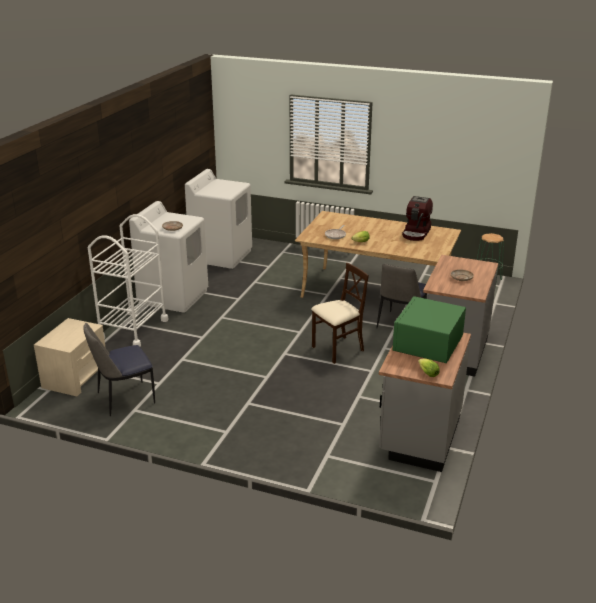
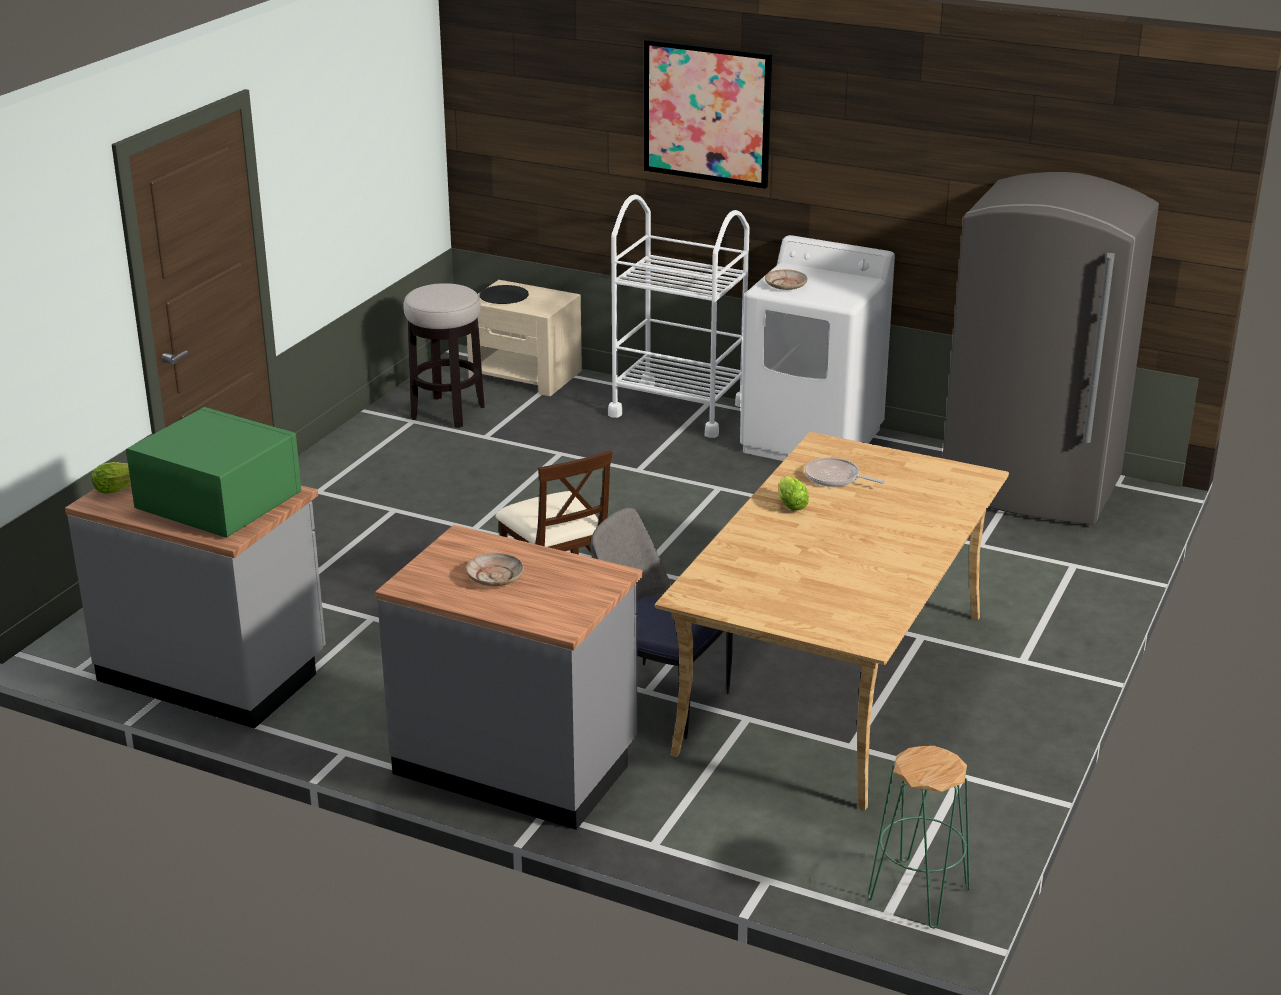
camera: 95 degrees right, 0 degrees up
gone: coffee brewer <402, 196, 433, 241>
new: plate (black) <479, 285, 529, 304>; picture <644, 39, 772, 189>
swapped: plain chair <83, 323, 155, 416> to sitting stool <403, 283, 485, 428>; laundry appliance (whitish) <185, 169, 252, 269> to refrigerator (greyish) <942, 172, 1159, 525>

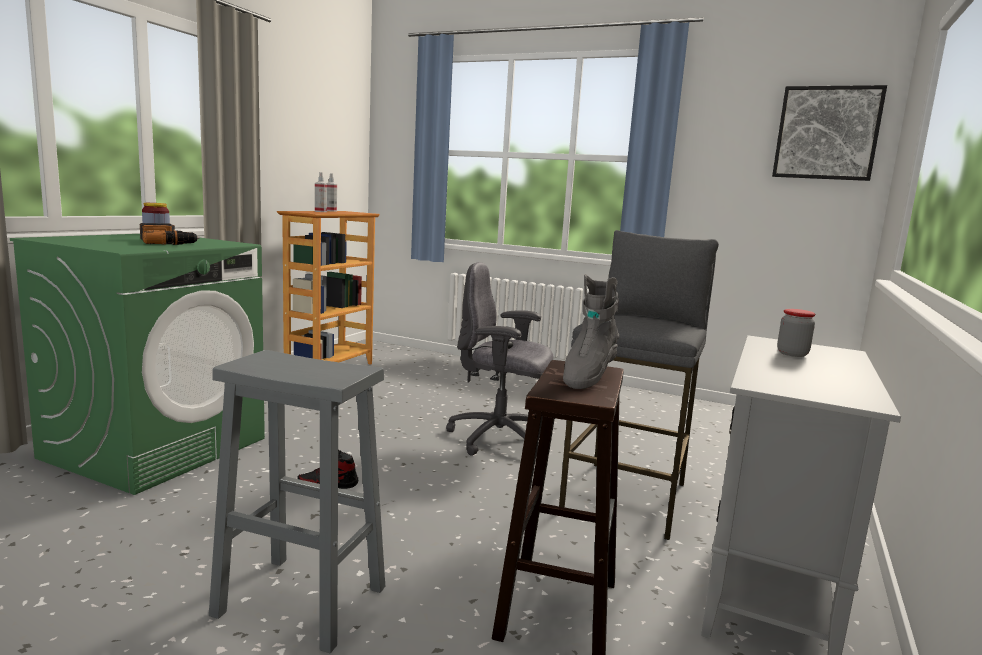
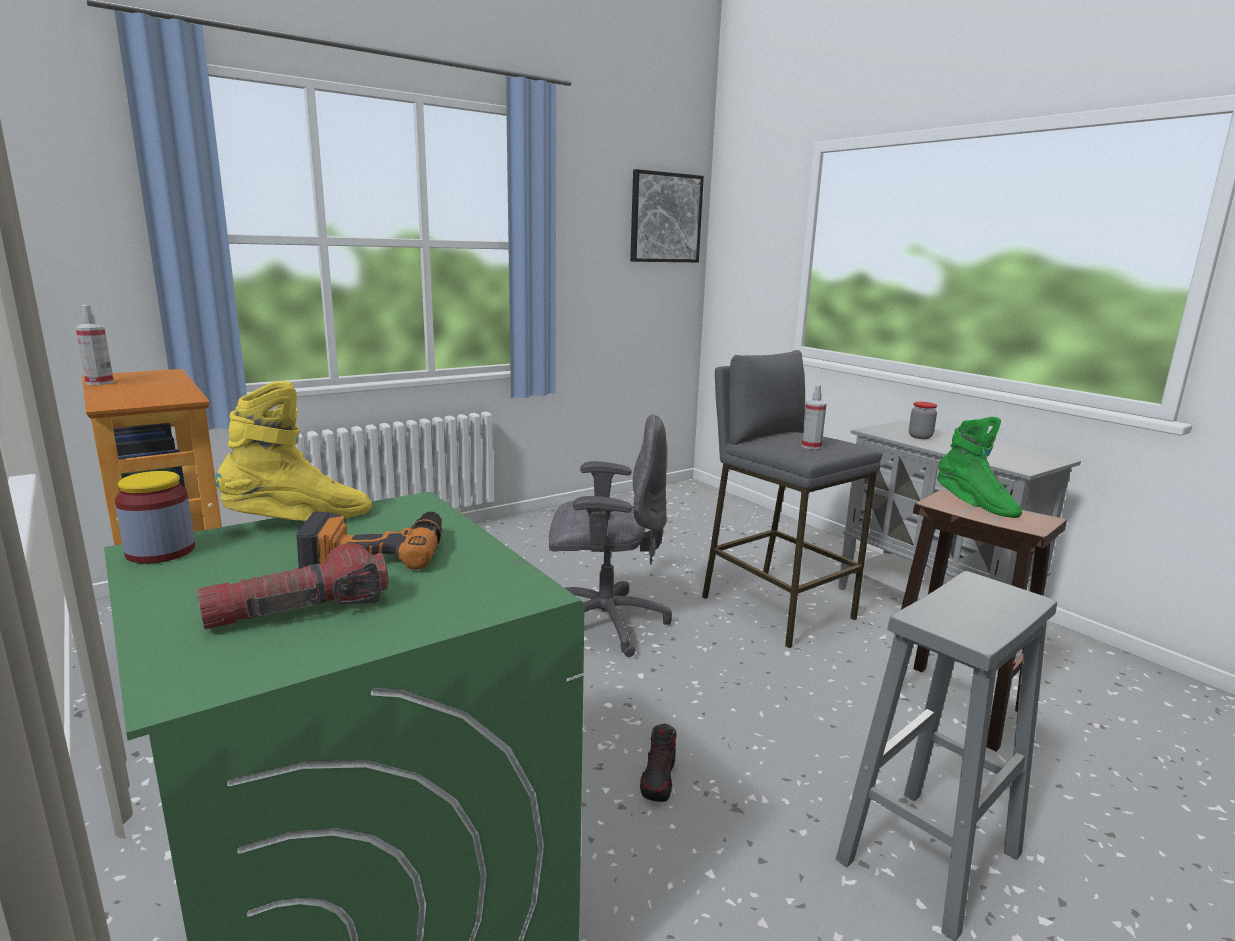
camera: 60 degrees left, 5 degrees up
new: hand torch <197, 543, 388, 629>; high-top boot (yellow) <215, 381, 372, 521>
shifted: hand sprayer <315, 172, 327, 212> to <802, 385, 827, 450>
repainted: high-top boot (greyish) <563, 274, 619, 389> to high-top boot (green) <937, 417, 1022, 518>
rotated: computer chair (greyish) <446, 262, 553, 457> = <549, 414, 672, 657> 135 degrees counterclockwise

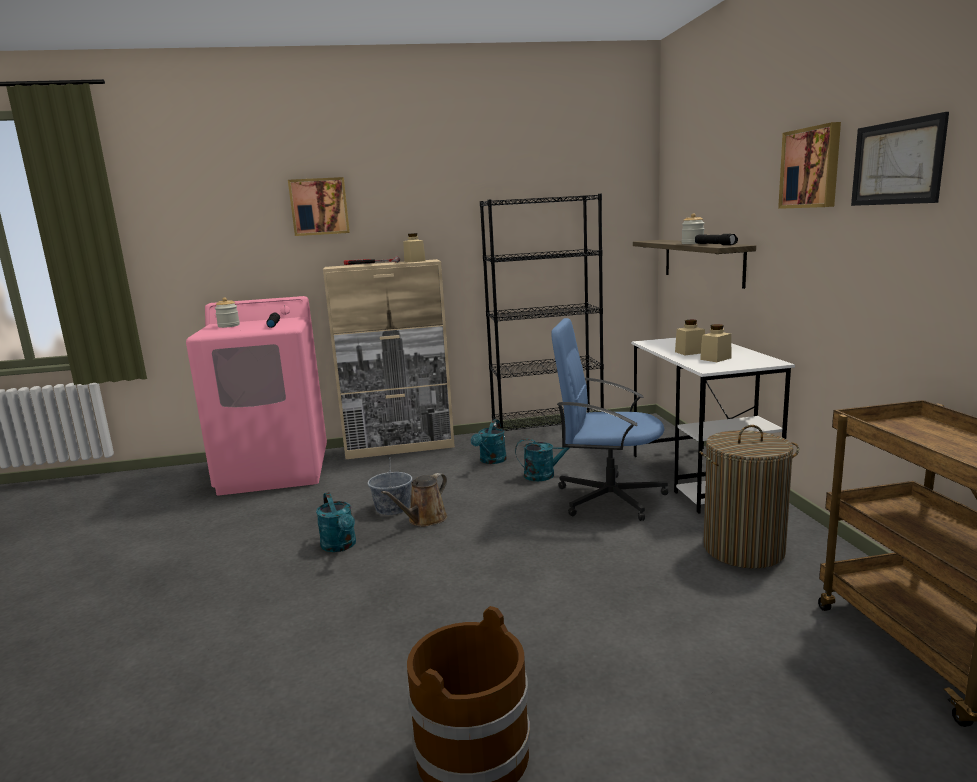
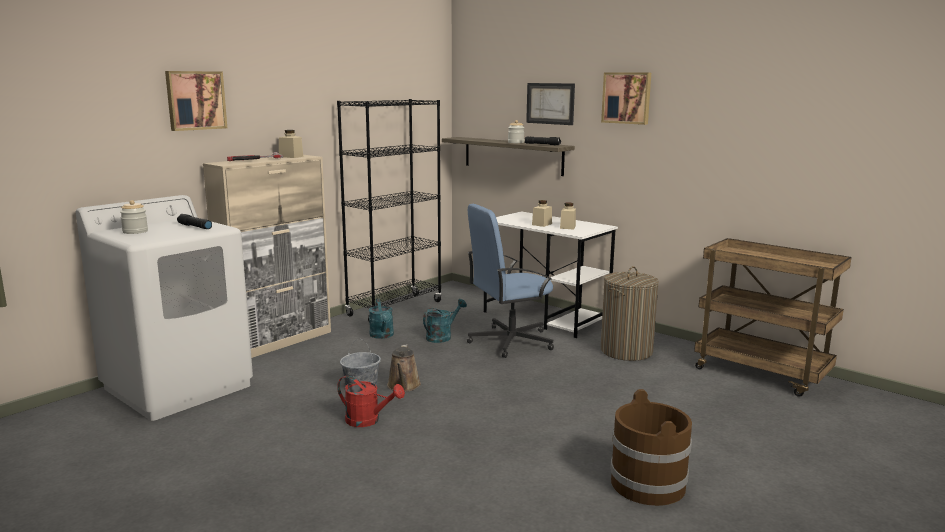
camera: 40 degrees left, 0 degrees up
shifted: picture <851, 112, 949, 206> to <526, 83, 575, 125>
repainted: laundry appliance (pinkish) <186, 296, 327, 496> to laundry appliance (whitish) <76, 195, 253, 421>; sprinkling can (turquoise-coloured) <316, 492, 356, 552> to sprinkling can (reddish) <337, 375, 405, 427>

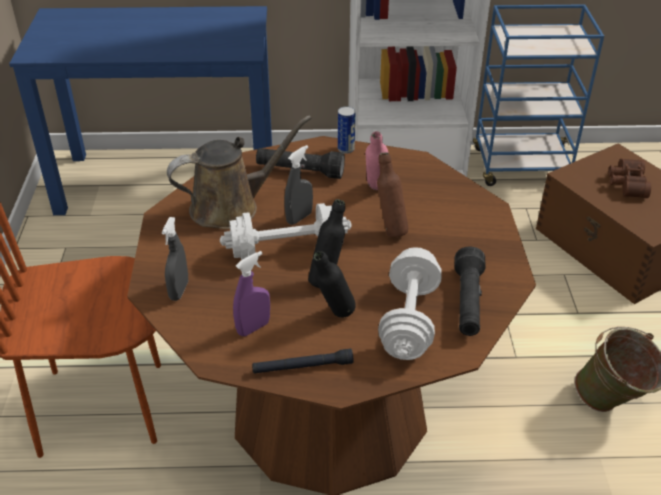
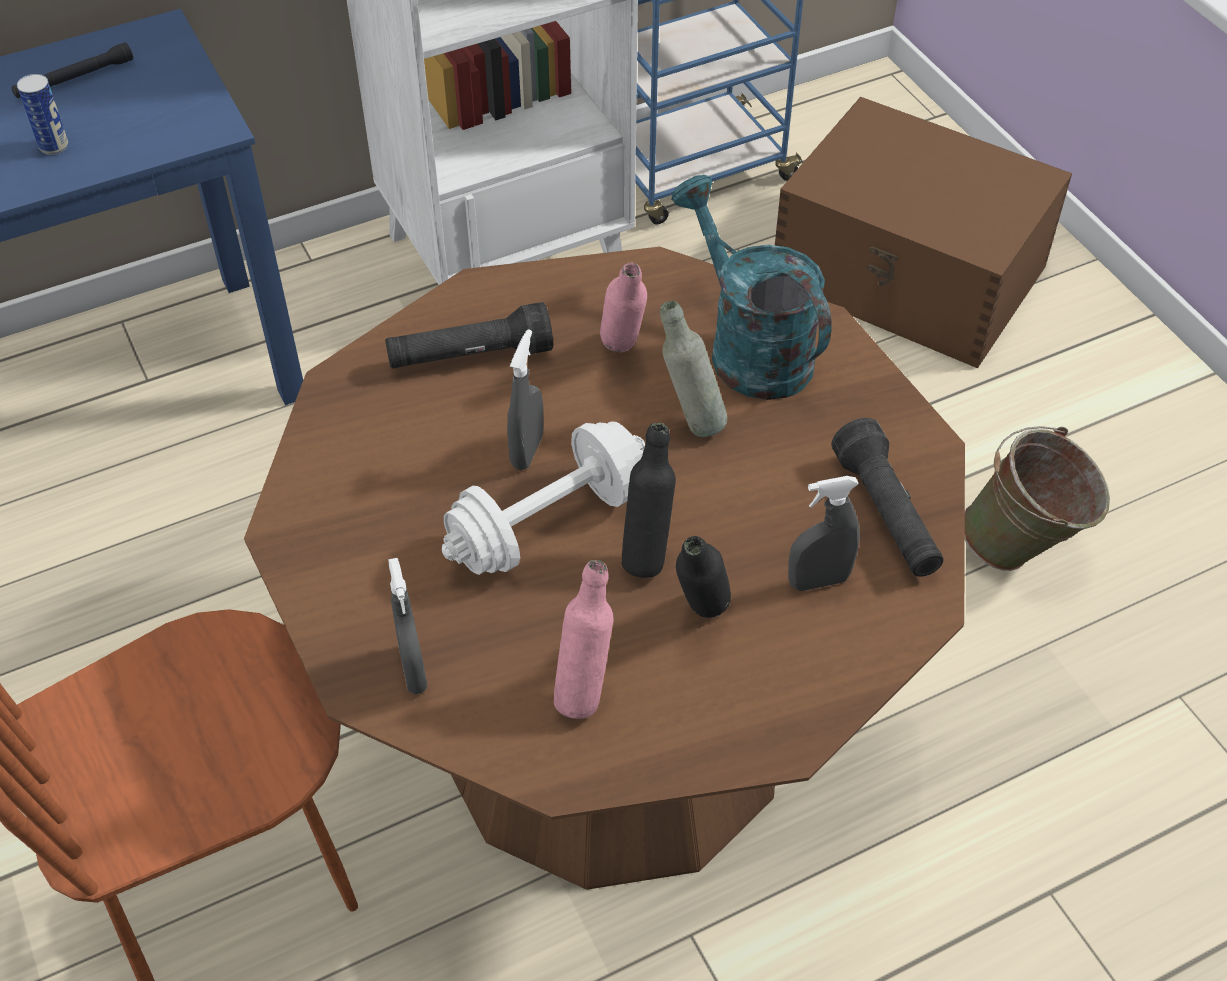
camera: 25 degrees left, 10 degrees up
gone: sprinkling can (brown) <167, 115, 312, 229>; binoculars (brown) <608, 158, 651, 198>
new: sprinkling can (turquoise-coloured) <671, 175, 832, 400>
shifted: hand torch (black) <252, 349, 354, 374> to <12, 42, 133, 98>; can <338, 106, 355, 154> to <17, 74, 68, 155>
swapped: hand sprayer (purplish) <233, 251, 270, 336> to drink bottle (pinkish) <554, 560, 613, 719>; dumbbell (whitish) <378, 247, 442, 360> to hand sprayer (greyish) <788, 476, 860, 591>
repainted: drink bottle (brown) <377, 153, 408, 237> to drink bottle (greyish) <660, 301, 727, 437>

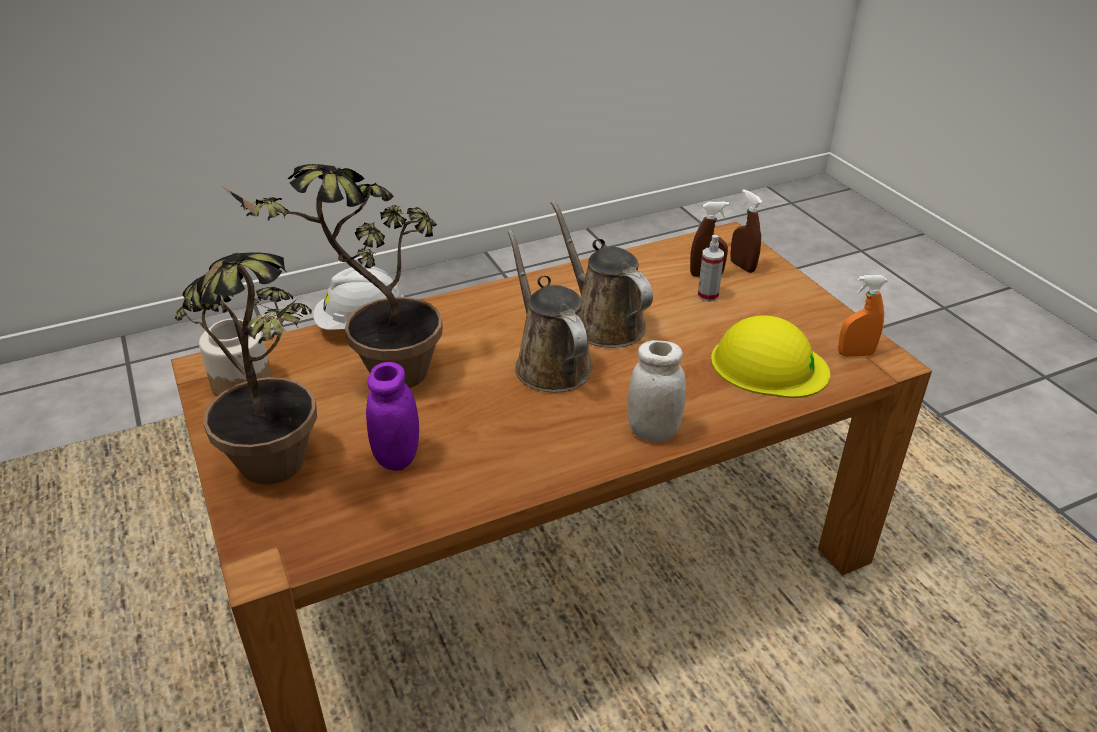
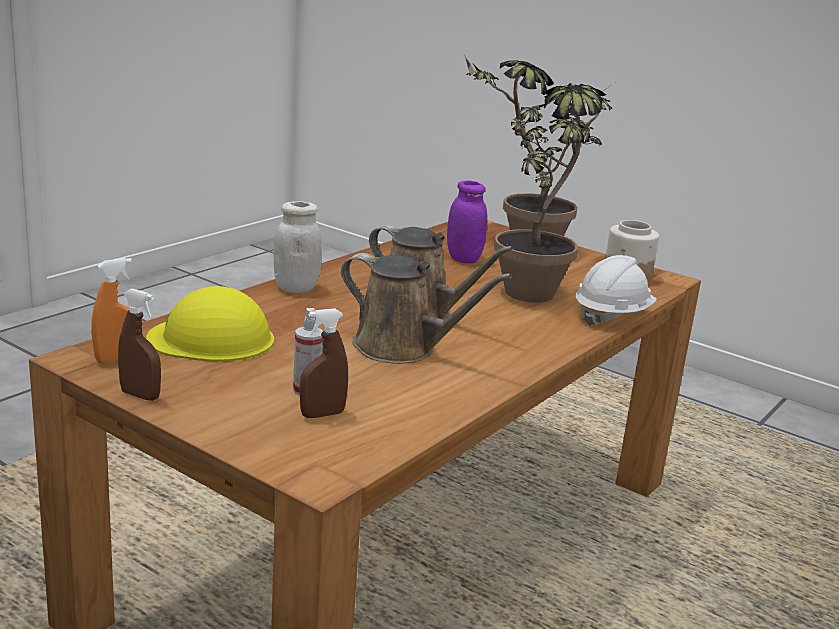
camera: 150 degrees right, 15 degrees down
shifted: hand sprayer (brown) <730, 189, 762, 273> to <118, 289, 161, 401>

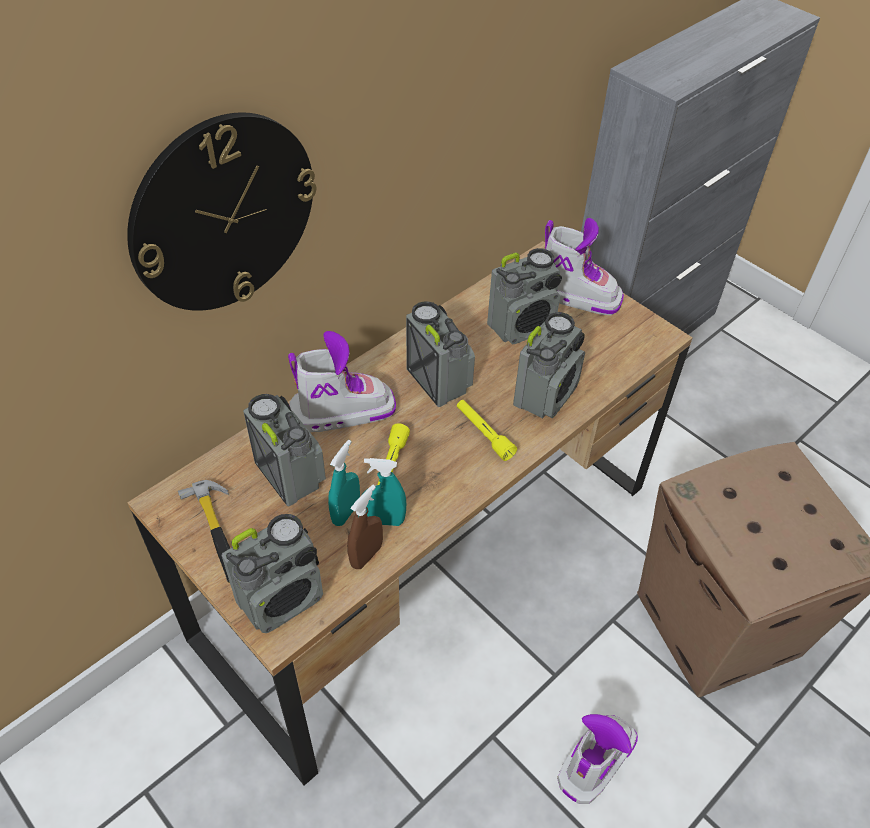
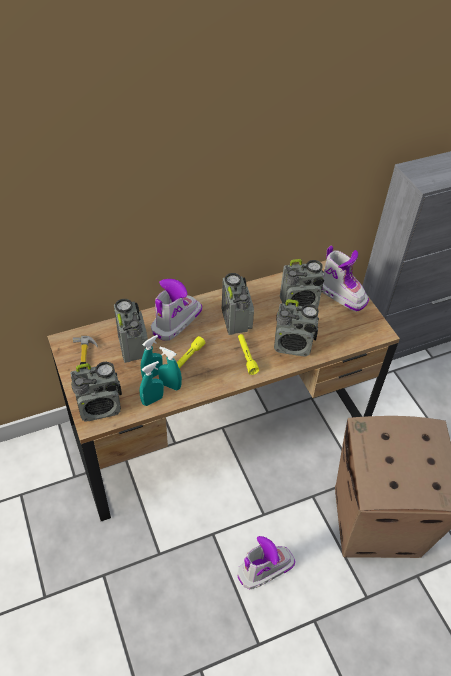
camera: 20 degrees right, 0 degrees up
gone: clock on the wall <127, 112, 316, 311>
repainted: hand sprayer (brown) <347, 485, 383, 569> to hand sprayer (turquoise-coloured) <140, 361, 164, 406>
rotated: high-top boot <288, 331, 396, 432> = <151, 279, 202, 341> 60 degrees counterclockwise; radio <513, 312, 585, 419> = <274, 299, 319, 356> 45 degrees clockwise

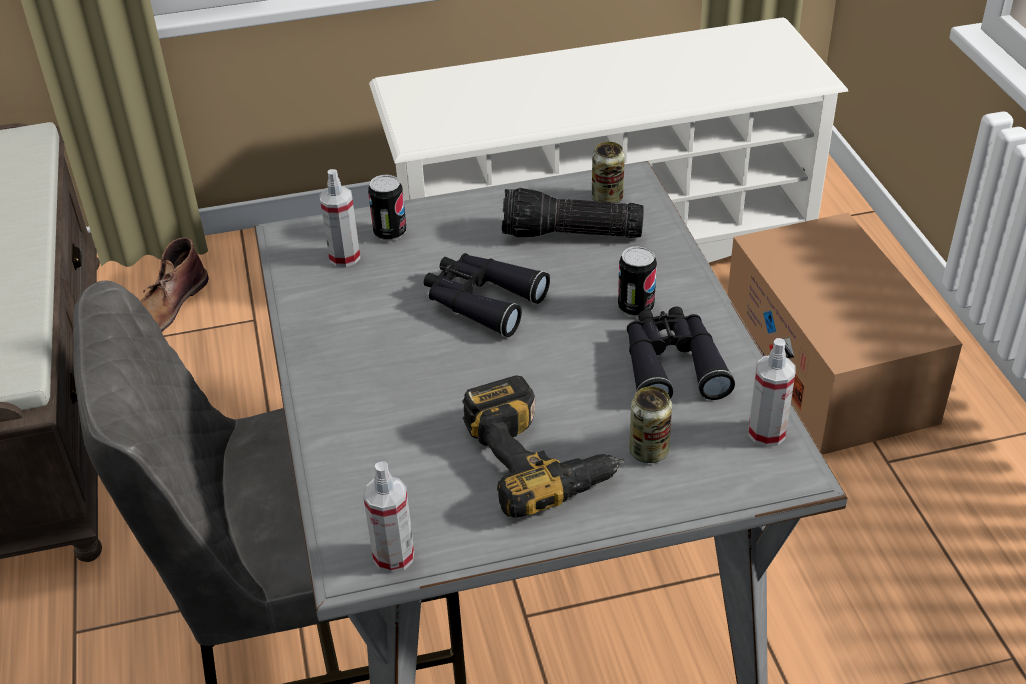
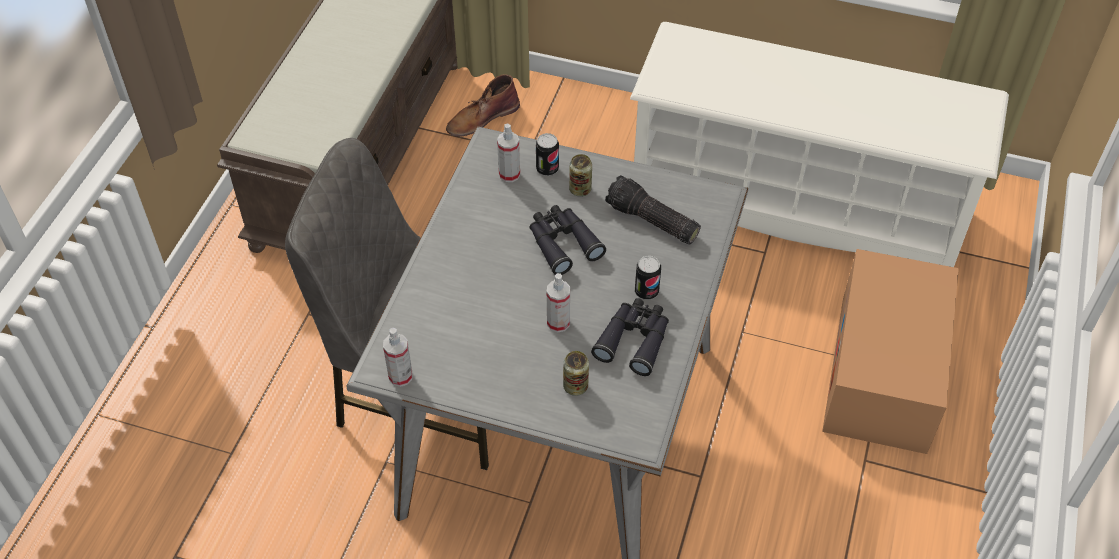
camera: 30 degrees right, 10 degrees up
gone: drill <462, 375, 624, 518>
shifted: can <592, 141, 625, 203> to <569, 154, 592, 197>; hand sprayer <748, 338, 795, 447> to <547, 273, 570, 333>

